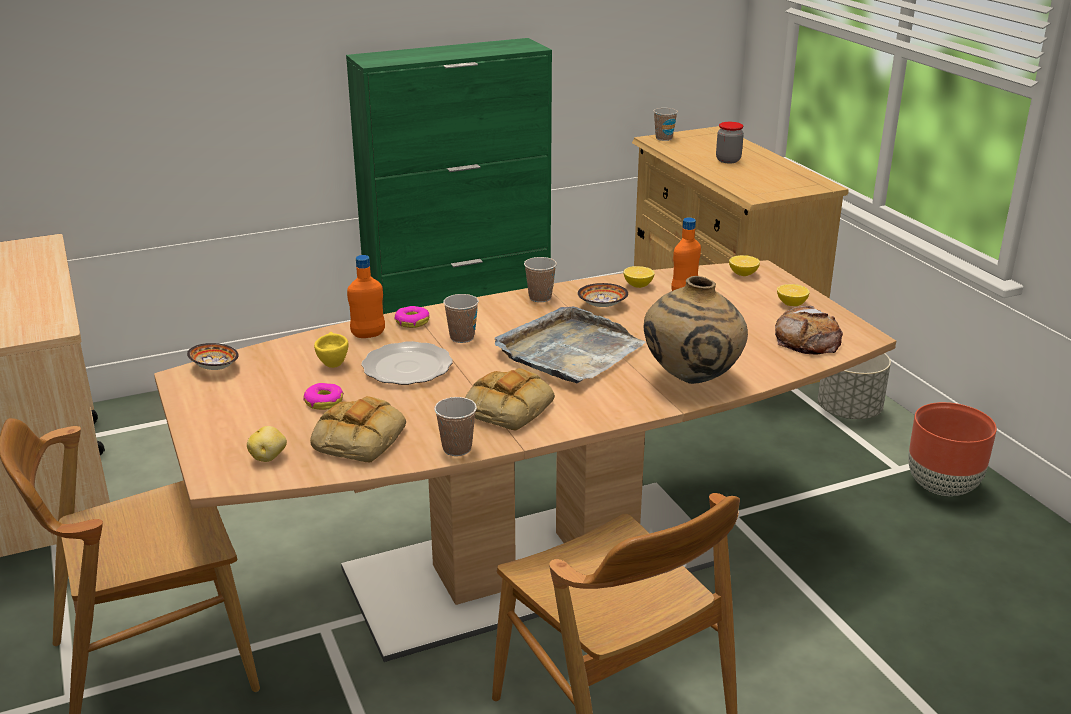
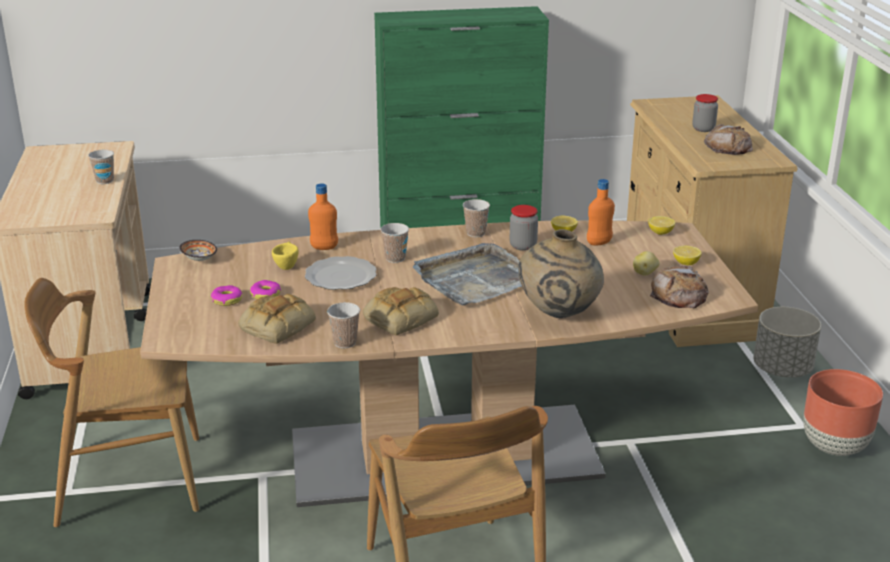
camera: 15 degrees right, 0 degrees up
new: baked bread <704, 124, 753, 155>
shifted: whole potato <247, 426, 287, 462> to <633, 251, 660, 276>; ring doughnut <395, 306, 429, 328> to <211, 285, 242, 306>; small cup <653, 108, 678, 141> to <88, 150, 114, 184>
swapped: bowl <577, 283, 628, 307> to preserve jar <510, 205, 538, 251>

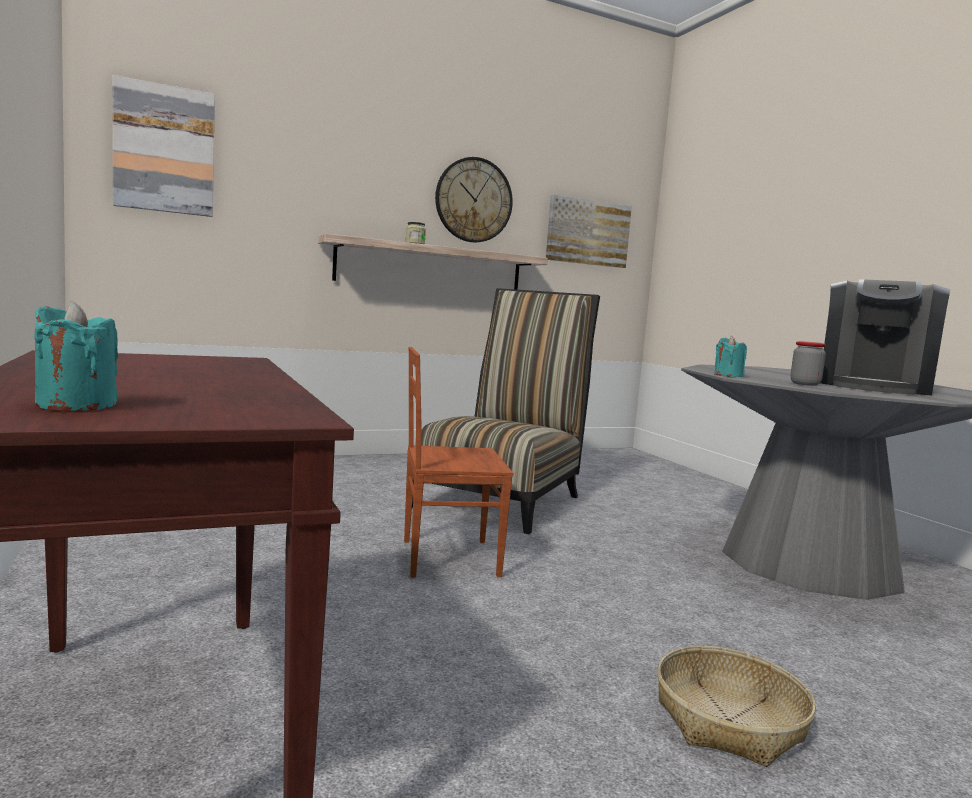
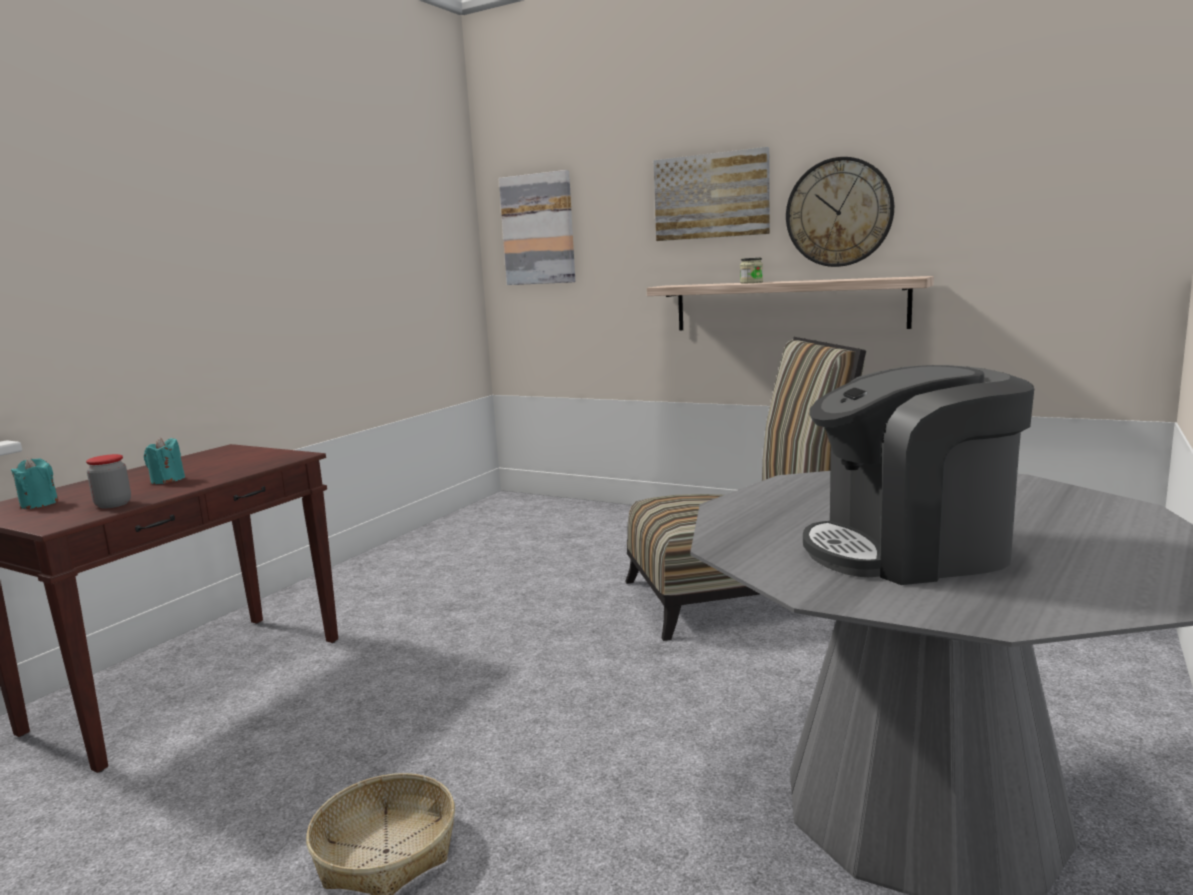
camera: 55 degrees right, 5 degrees up
gone: plain chair (brown) <404, 347, 513, 578>
shifted: picture <546, 195, 632, 268> to <653, 147, 770, 241>; wax candle (turquoise-coloured) <714, 336, 747, 377> to <144, 437, 185, 484>; preserve jar <790, 341, 826, 386> to <86, 454, 131, 508>

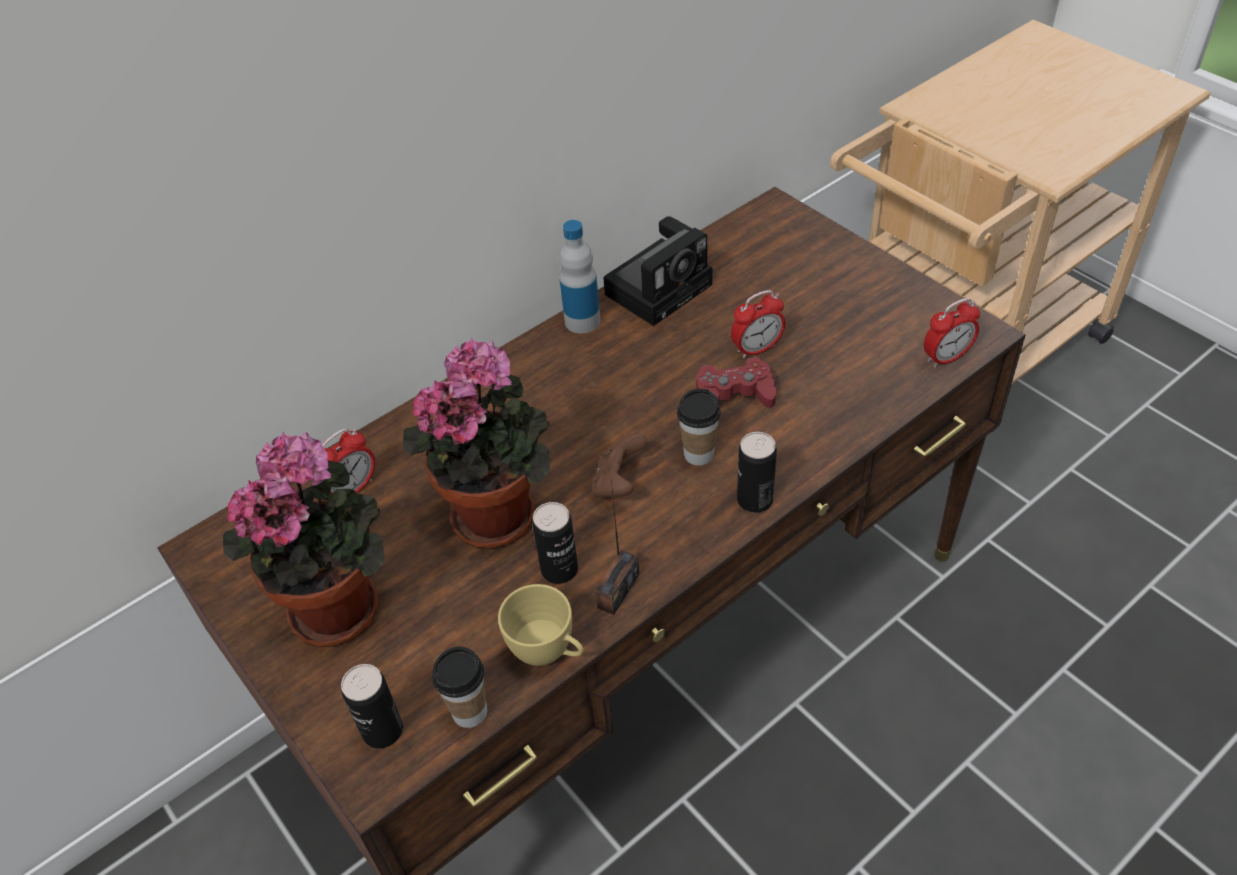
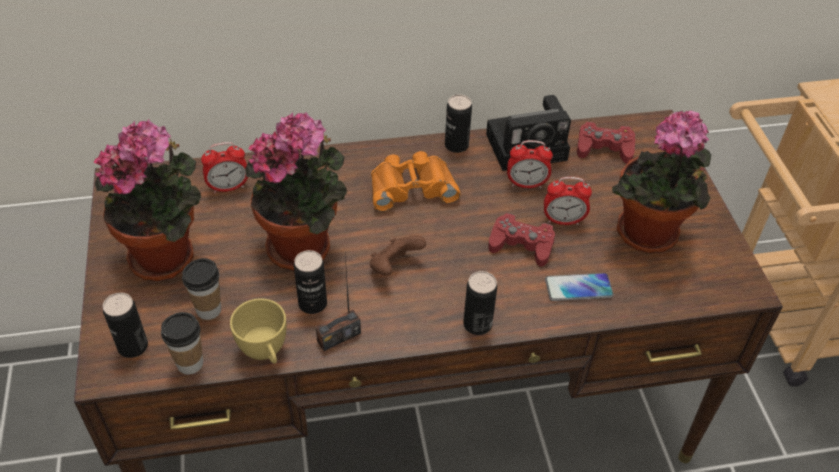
camera: 25 degrees right, 0 degrees up
new: binoculars (orangey) <371, 151, 461, 212>; telephone <545, 273, 614, 301>; gamepad (reddish) <577, 122, 635, 164>; houseplant <612, 111, 711, 253>
shifted: small cup <677, 389, 721, 466> to <182, 258, 221, 320>; bedside clock <924, 298, 980, 368> to <507, 140, 553, 188>
swapped: drink bottle <559, 220, 600, 334> to can <445, 94, 472, 153>

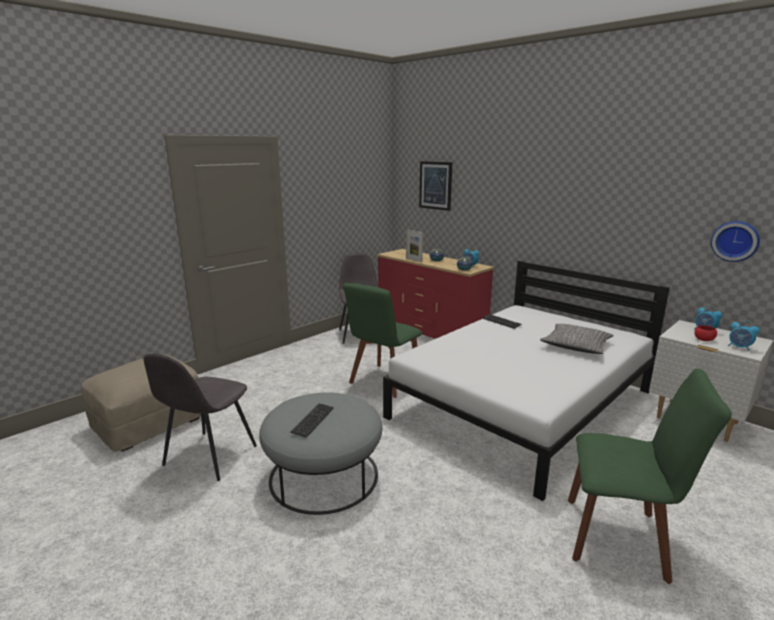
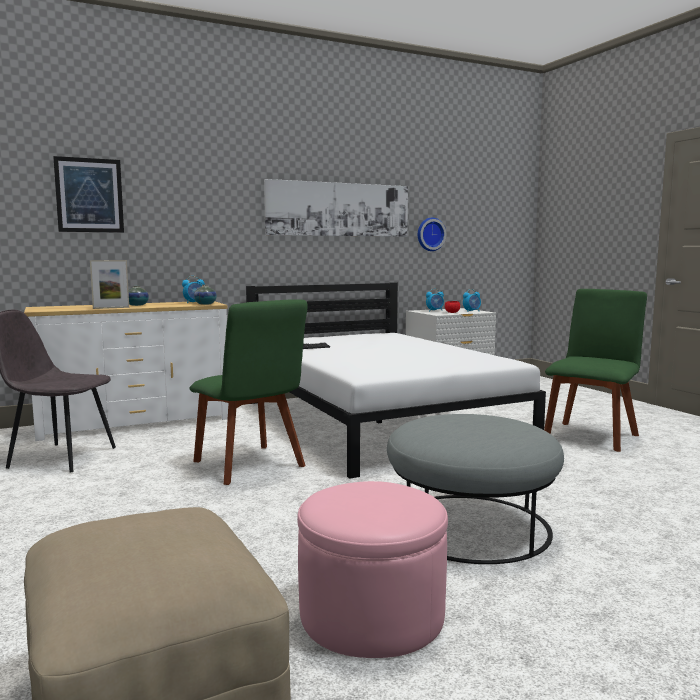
camera: 70 degrees left, 10 degrees down
gone: computer keyboard <290, 403, 334, 438>; cushion (greyish) <540, 324, 614, 354>
new: picture <264, 179, 408, 237>
swapped: plain chair (greyish) <144, 354, 257, 481> to footrest (pinkish) <297, 481, 448, 658>
repainted: chest of drawers (reddish) <377, 249, 494, 339> to chest of drawers (whitish) <24, 302, 228, 441>

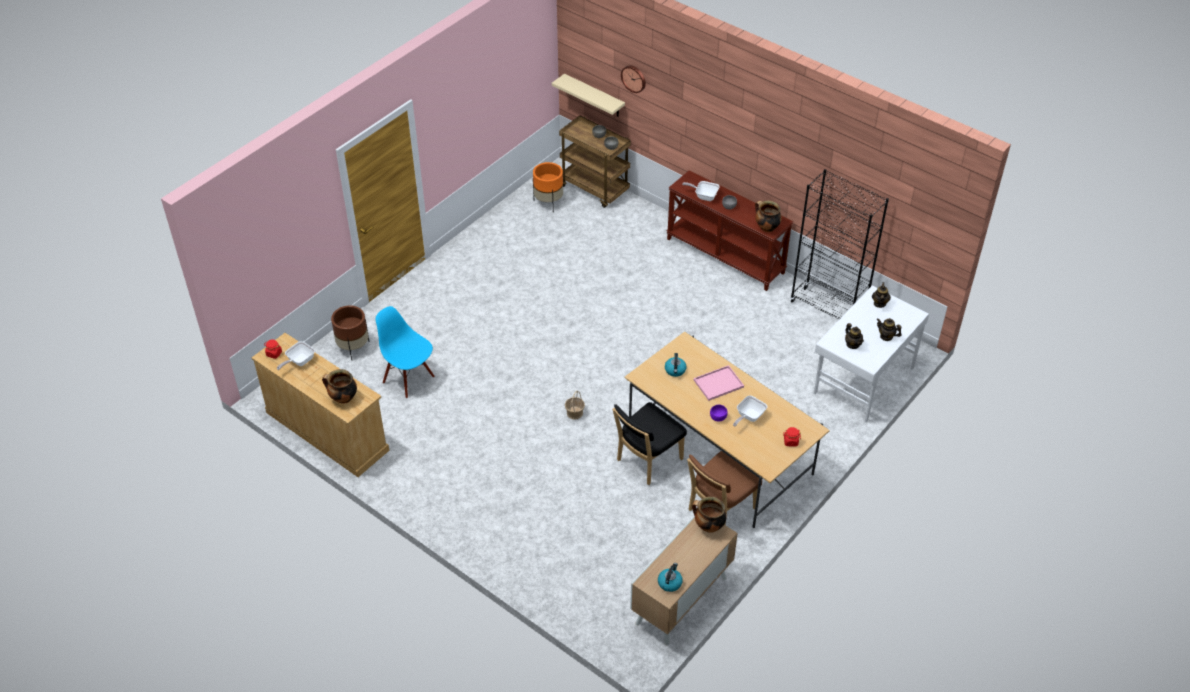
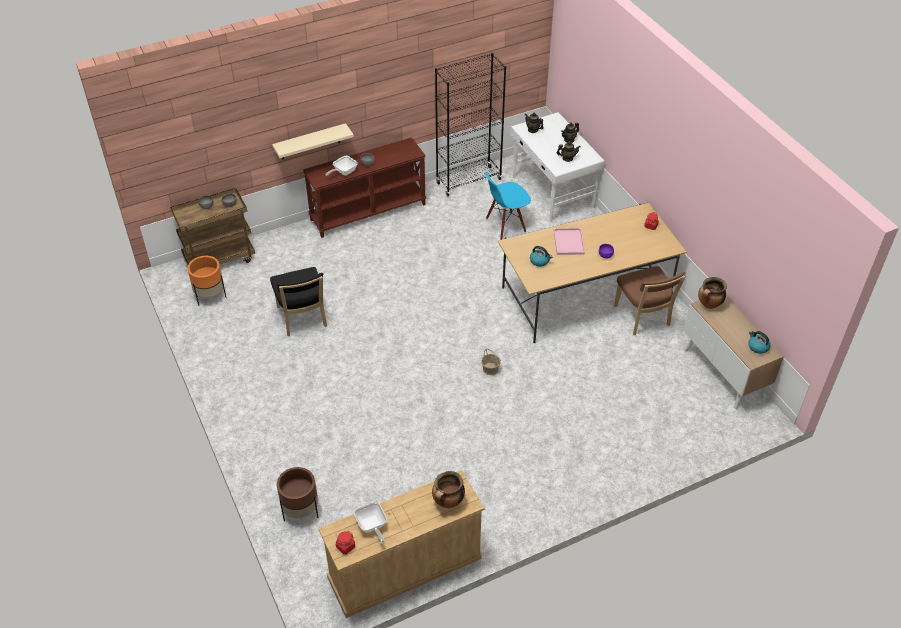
camera: 65 degrees left, 0 degrees up
gone: clock on the wall <621, 65, 646, 93>; frying pan <733, 396, 767, 427>; saucepot <755, 201, 782, 232>
shifted: plain chair (bluish) <376, 306, 435, 398> to <485, 172, 531, 240>; bracket shelf (sand-coloured) <552, 74, 625, 117> to <272, 123, 354, 160>; plain chair (black) <612, 402, 687, 485> to <270, 267, 327, 336>

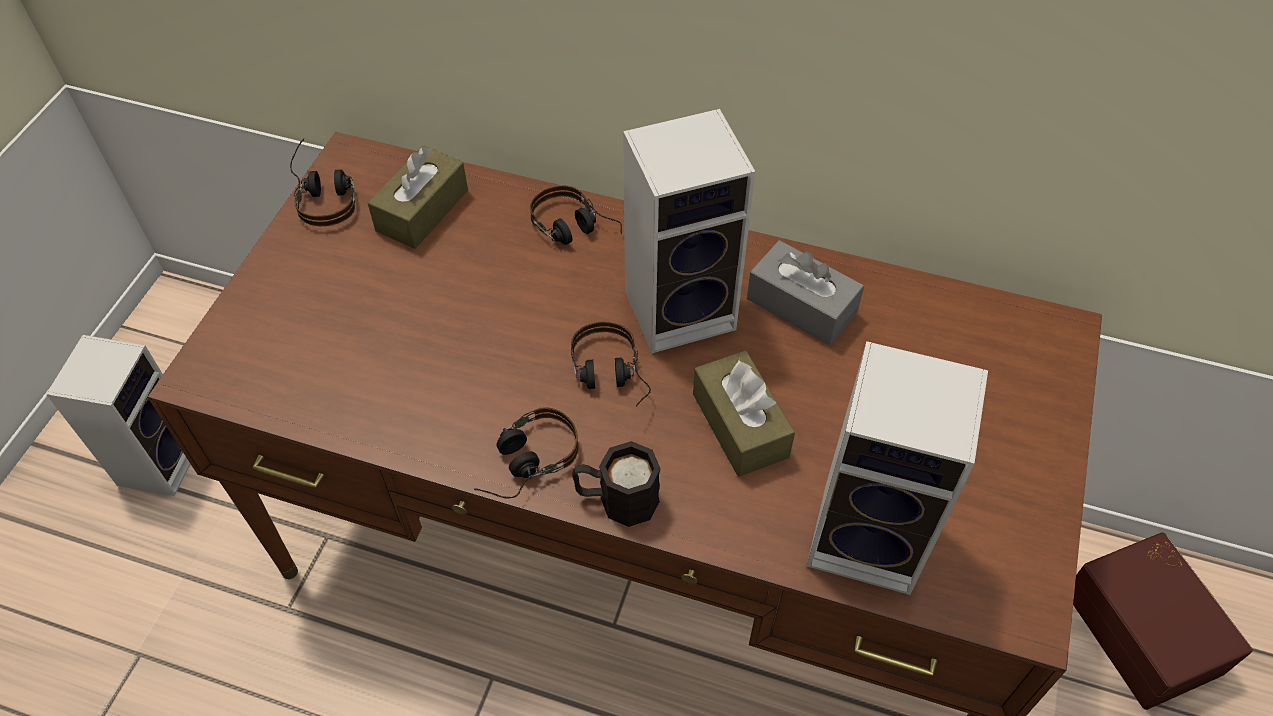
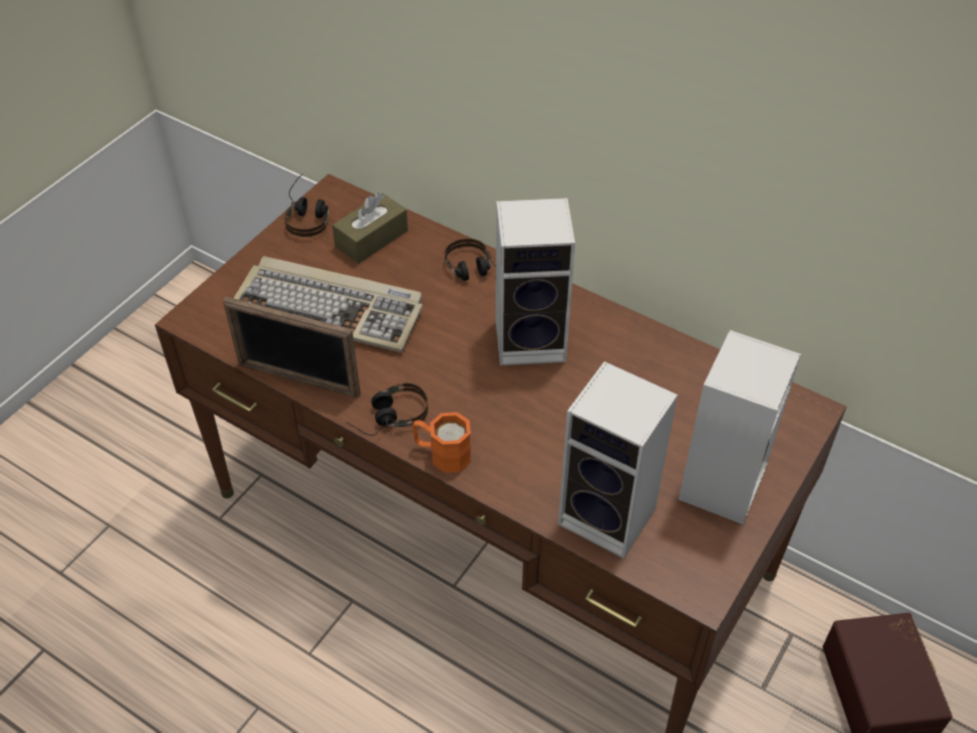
camera: 15 degrees right, 5 degrees down
gone: pair of headphones <571, 321, 651, 407>; box of tissues (brown) <693, 350, 795, 477>; box of tissues (greyish) <747, 240, 864, 346>
new: standing frame <223, 296, 361, 398>; computer keyboard <234, 256, 423, 352>
shifted: loudspeaker <46, 335, 190, 496> to <678, 330, 801, 524>
repainted: coffee mug (black) <572, 441, 660, 527> to coffee mug (orangey) <412, 412, 471, 473>

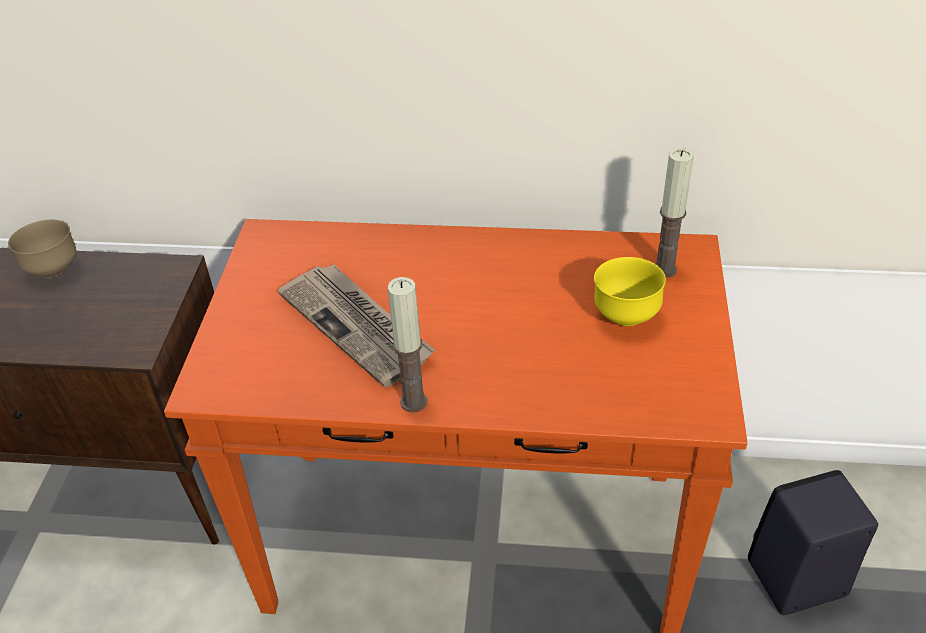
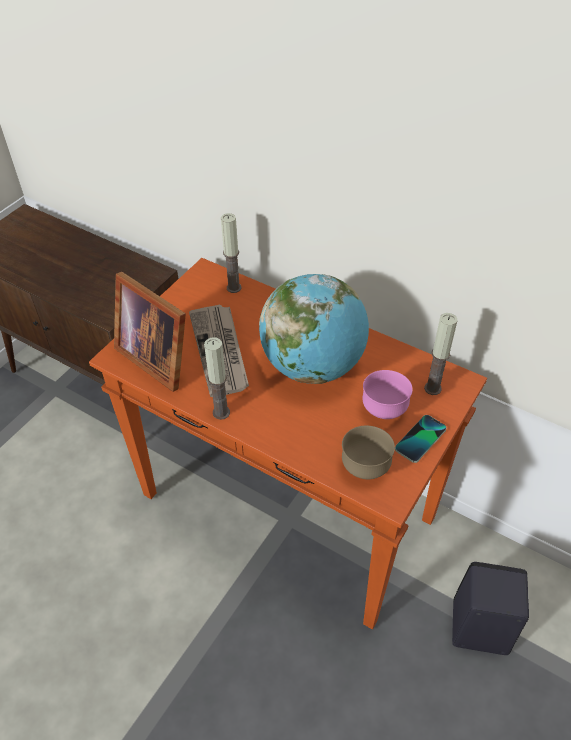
camera: 25 degrees right, 5 degrees up
new: standing frame <114, 272, 186, 392>; wax candle <221, 213, 242, 293>; world globe <259, 274, 369, 384>; telephone <395, 415, 446, 463>
shifted: bowl (brown) <8, 219, 76, 278> to <342, 426, 395, 479>
repainted: bowl (yellow) <594, 257, 666, 326> to bowl (pinkish) <362, 370, 413, 419>

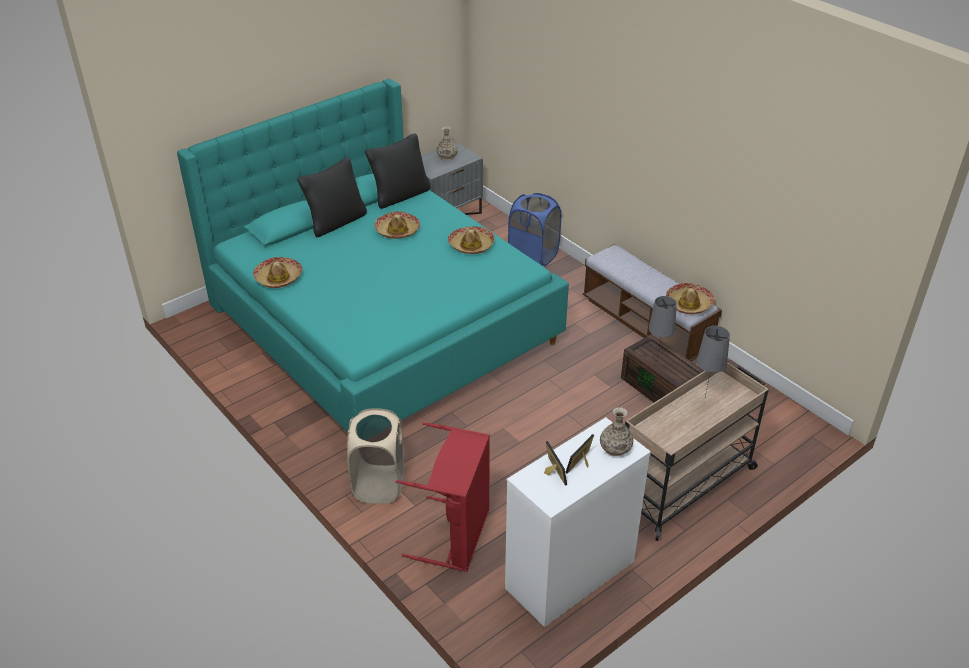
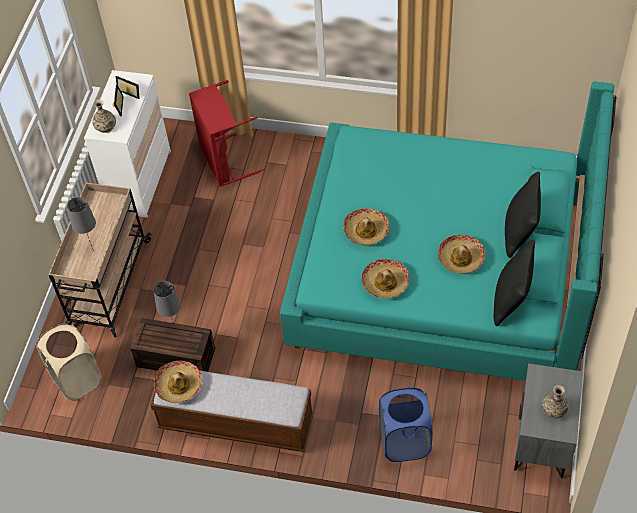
camera: 145 degrees right, 15 degrees up
shifted: wearable hat <253, 257, 302, 288> to <343, 208, 389, 246>; laundry basket (sand-coloured) <347, 408, 404, 504> to <36, 323, 102, 401>

